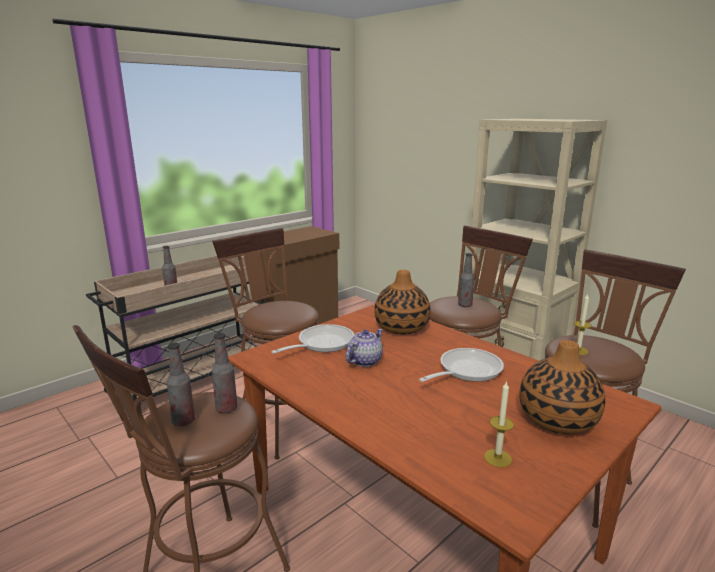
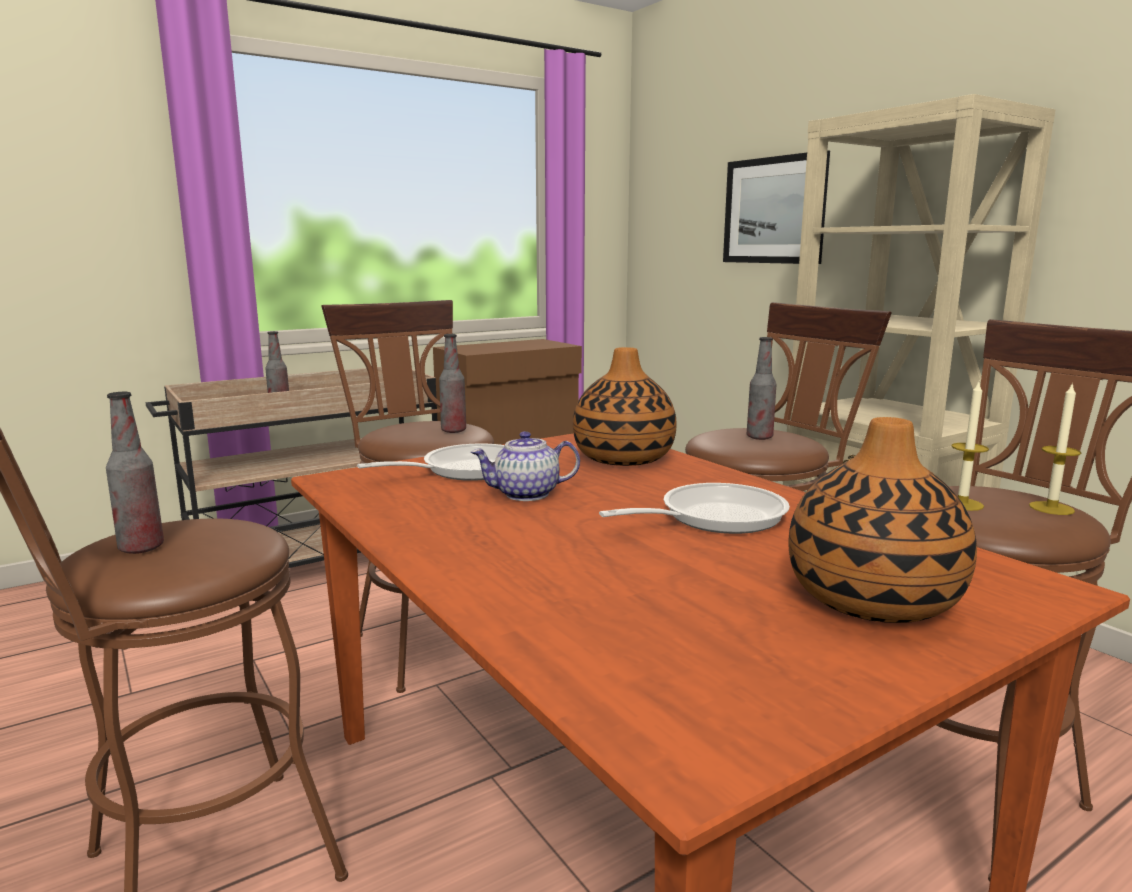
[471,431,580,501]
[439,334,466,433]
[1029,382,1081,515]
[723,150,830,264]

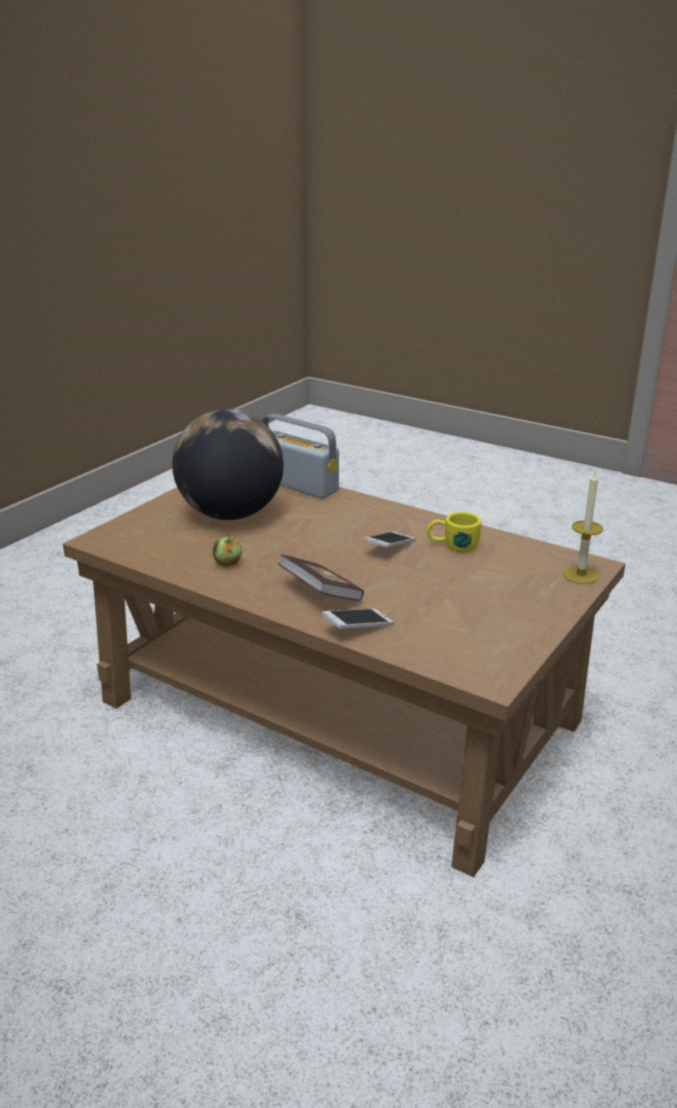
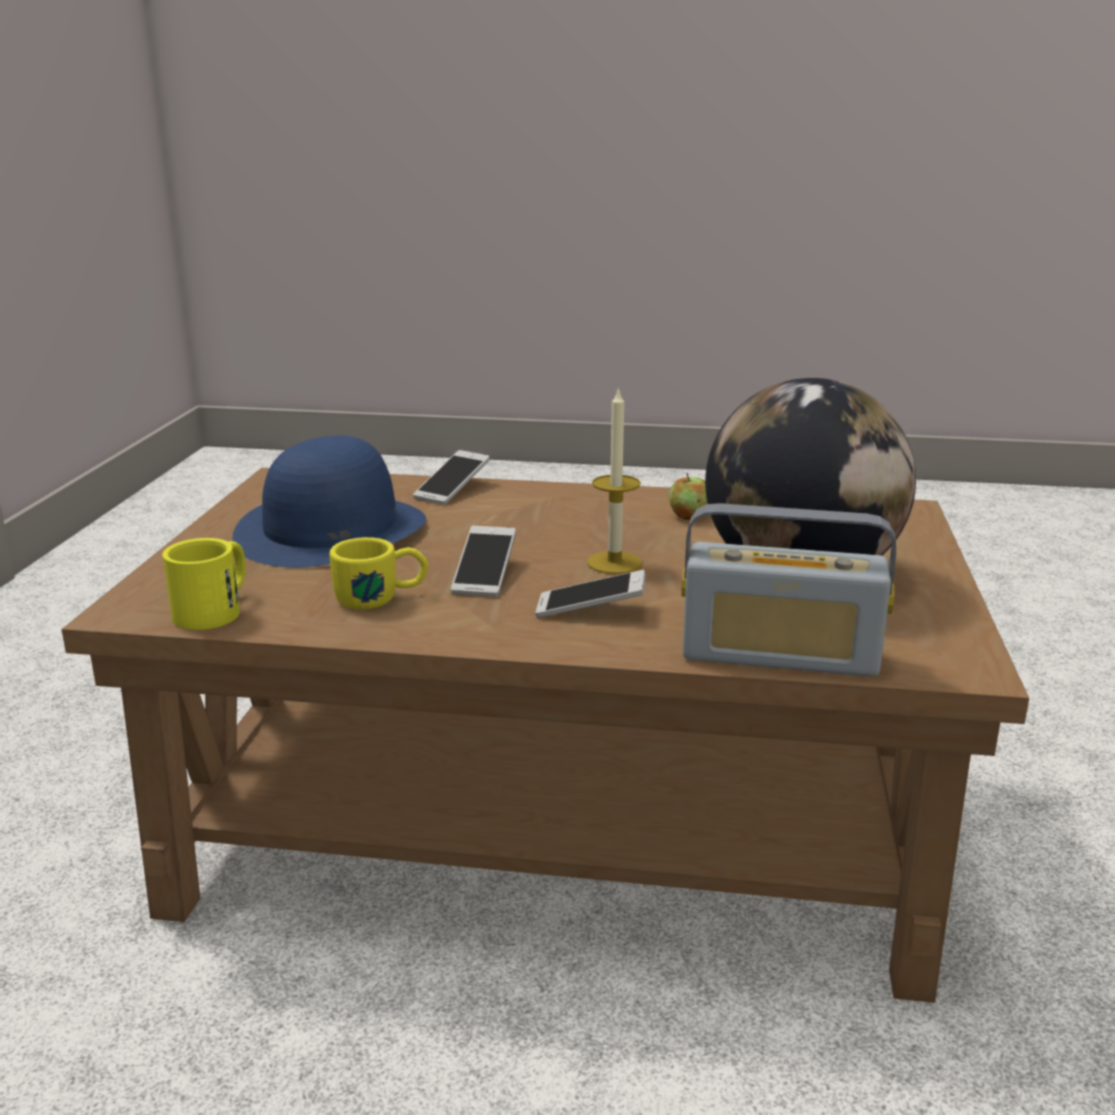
[587,386,642,574]
[278,554,364,601] (first image)
[232,436,426,568]
[162,538,246,630]
[535,570,646,618]

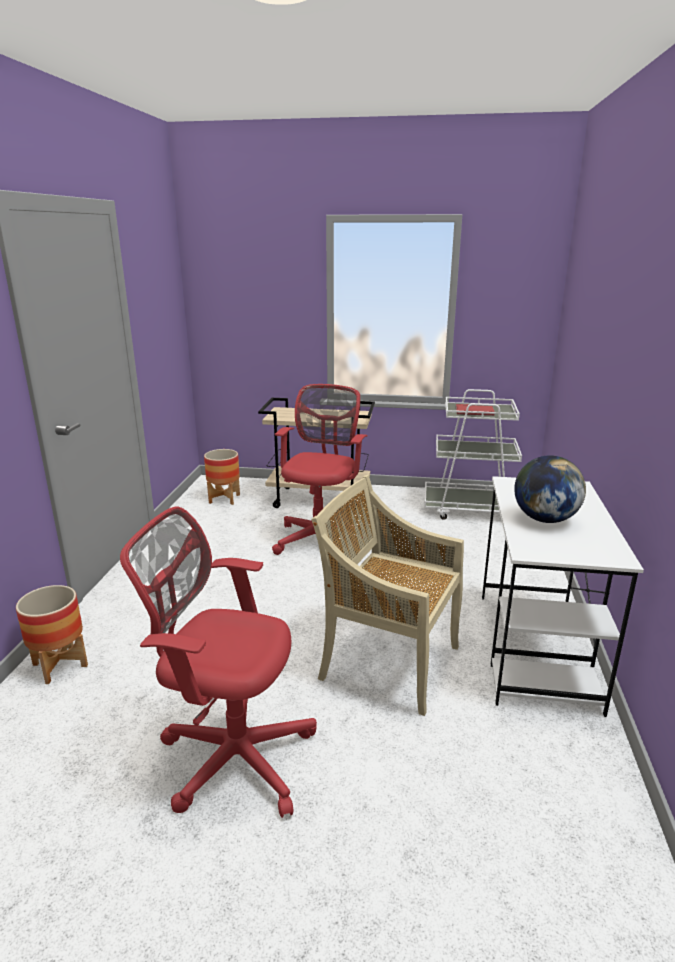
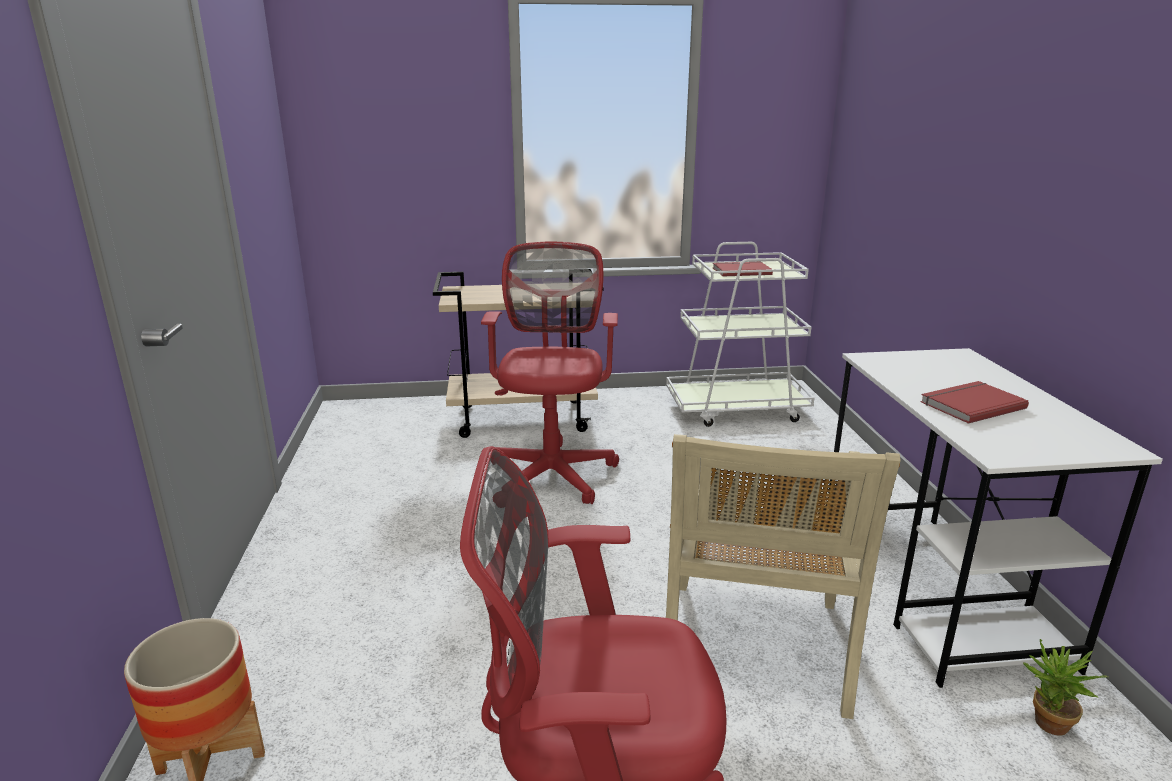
[204,449,240,505] (first image)
[920,381,1029,424]
[666,434,901,719]
[1023,639,1108,736]

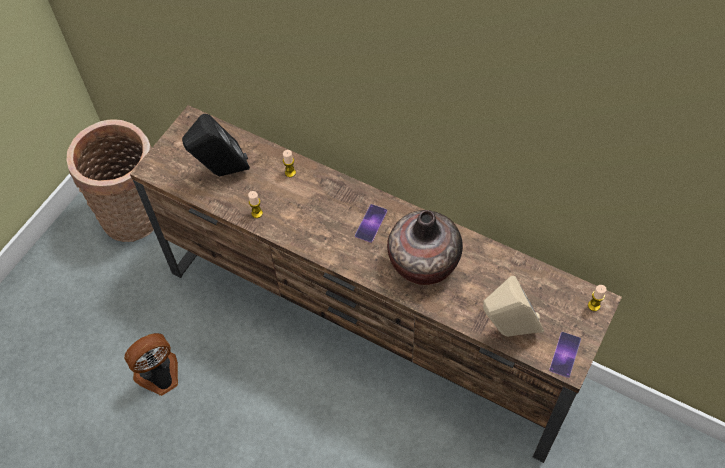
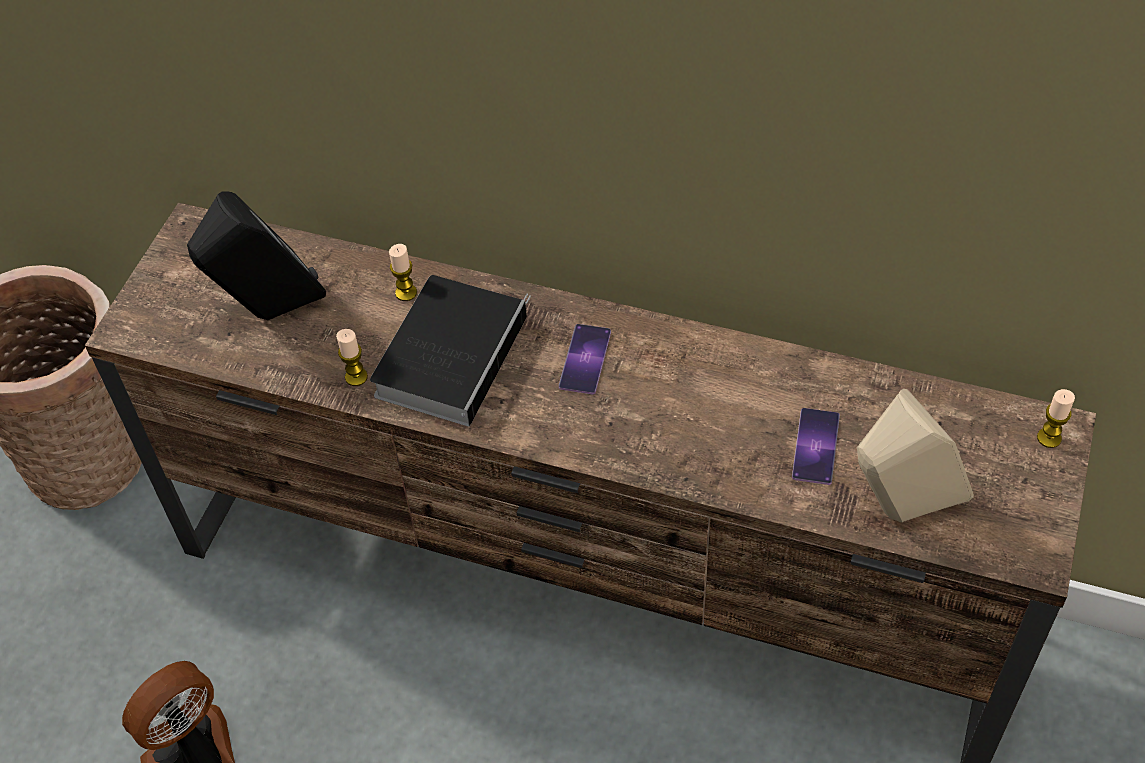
[387,210,463,285] (first image)
[792,408,840,485]
[370,275,531,427]

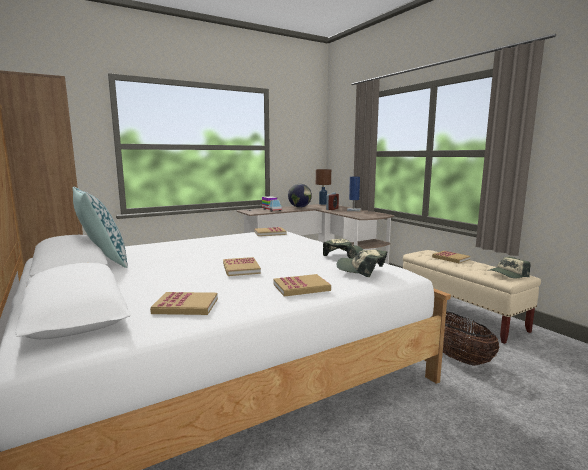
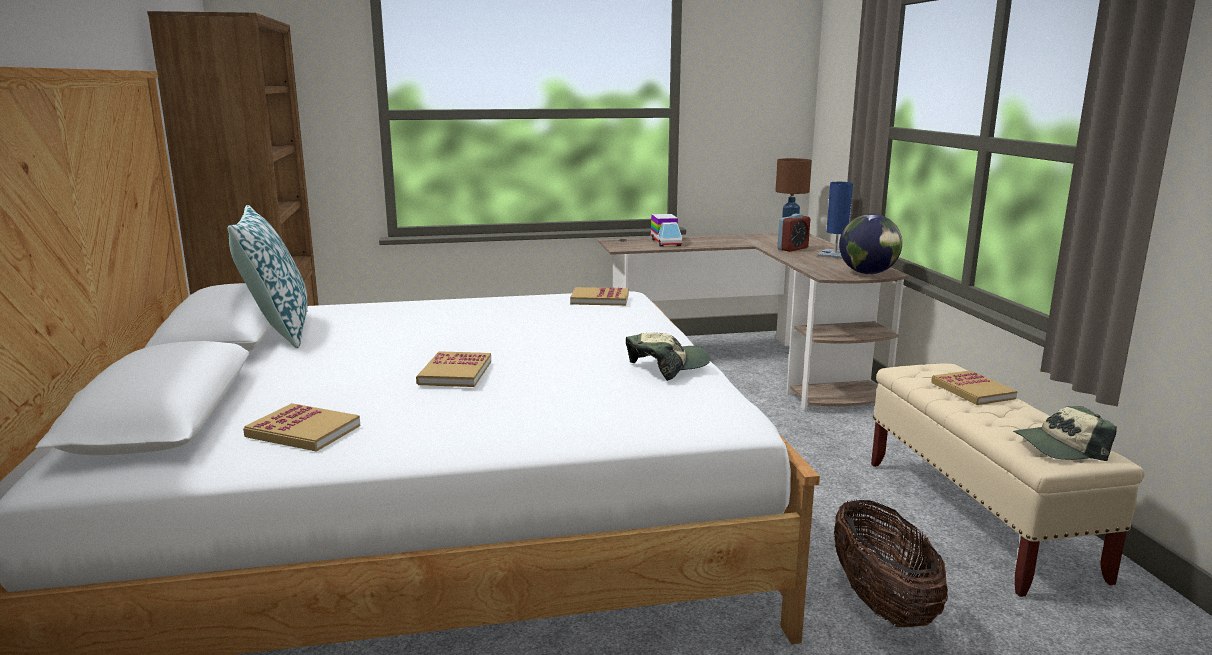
[839,214,902,274]
[337,249,387,277] (first image)
[273,274,331,297] (first image)

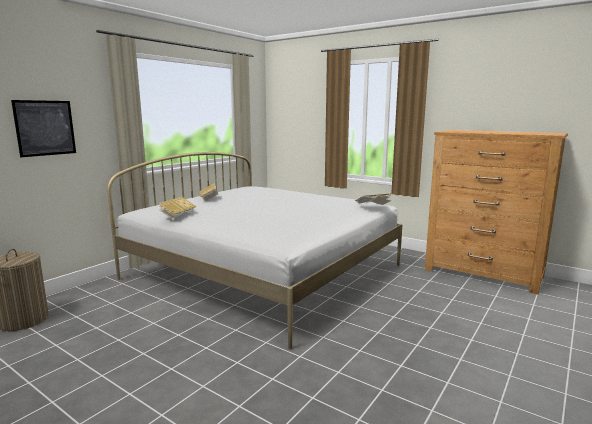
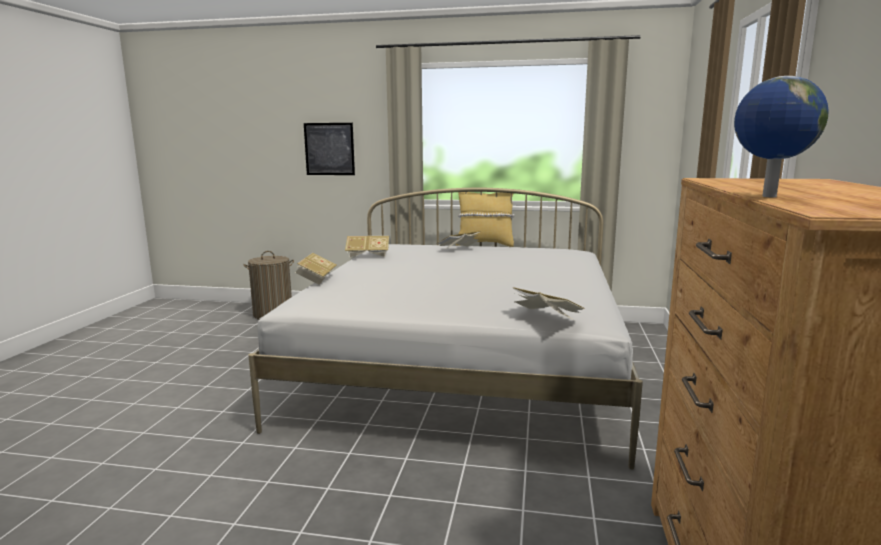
[734,76,829,197]
[456,192,514,247]
[295,253,337,285]

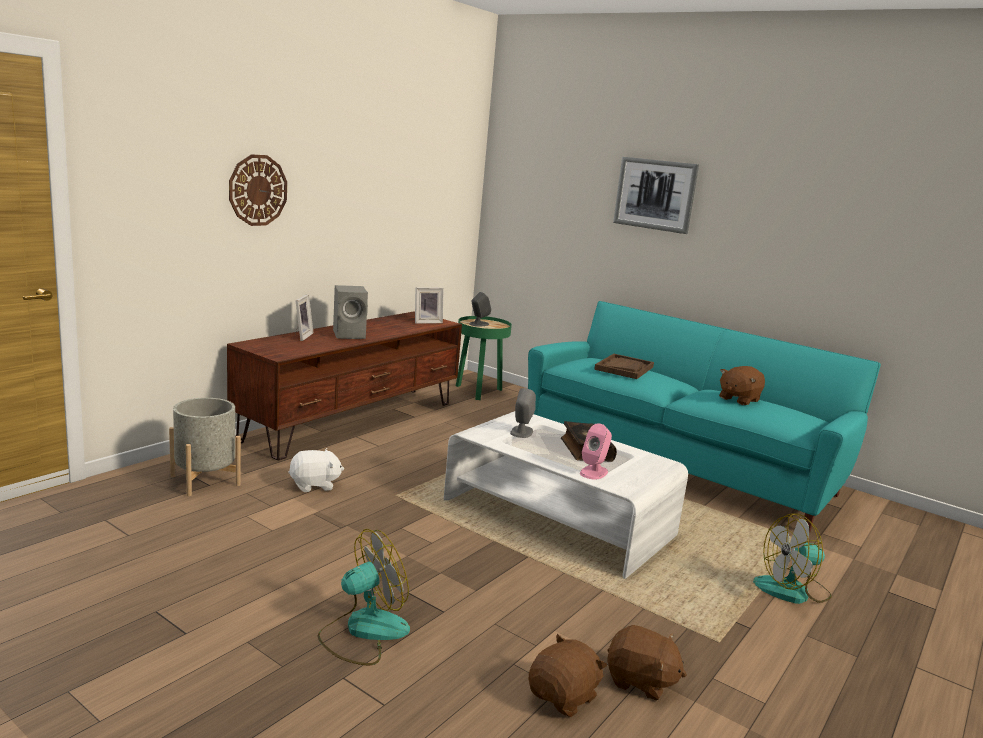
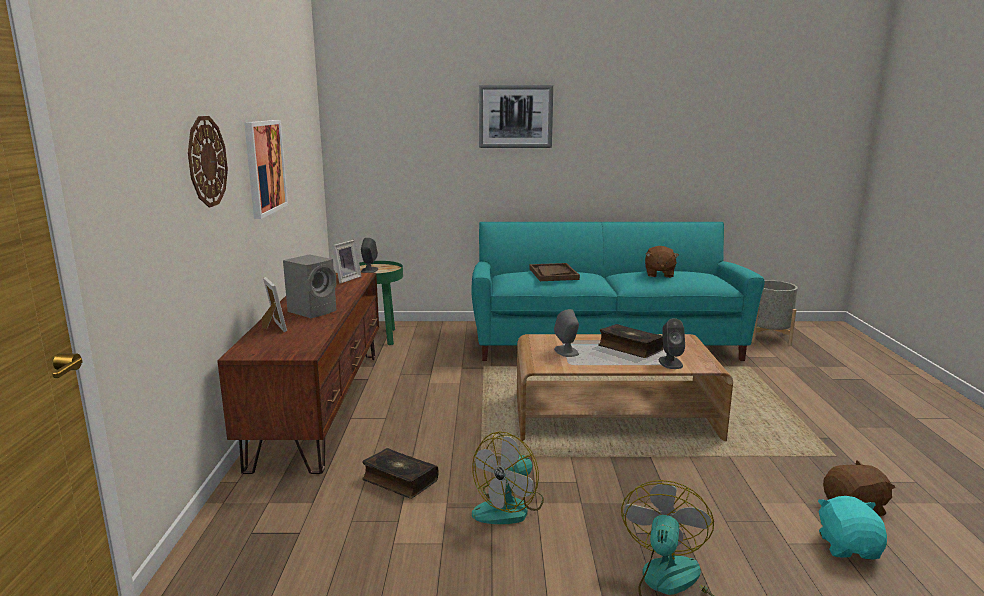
[752,280,798,346]
[517,334,733,441]
[659,318,685,369]
[362,448,439,499]
[472,432,544,524]
[818,496,887,559]
[244,120,288,219]

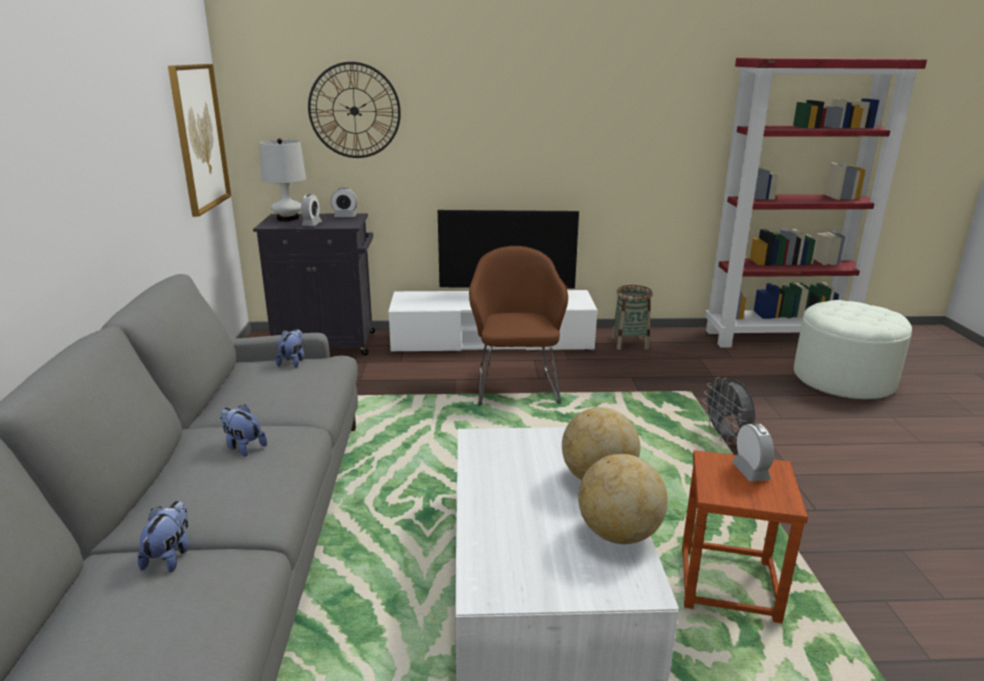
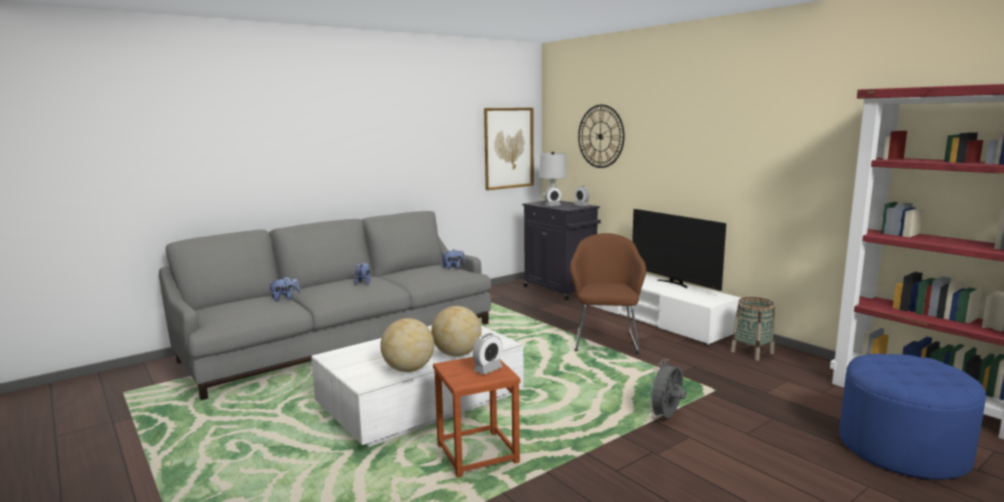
[570,233,646,354]
[839,354,986,480]

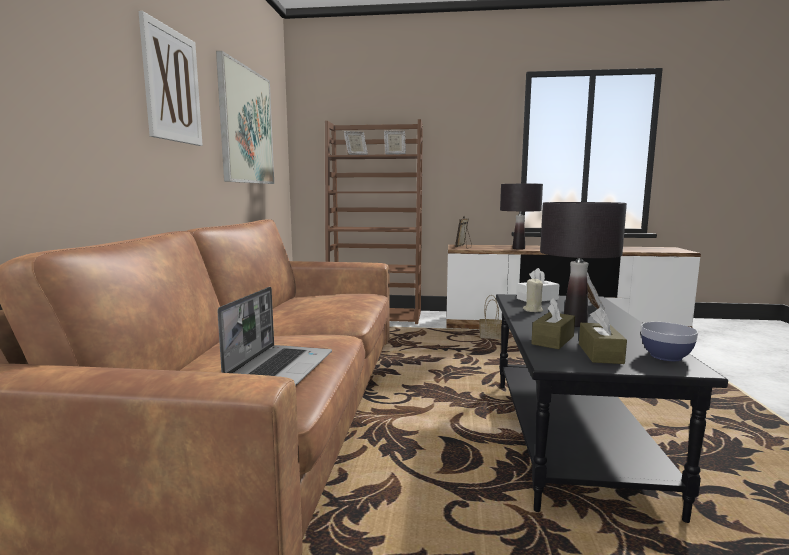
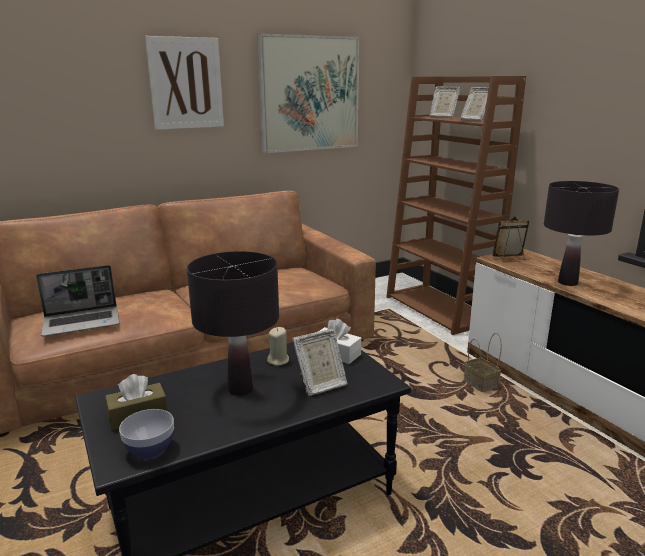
[531,298,575,349] (first image)

